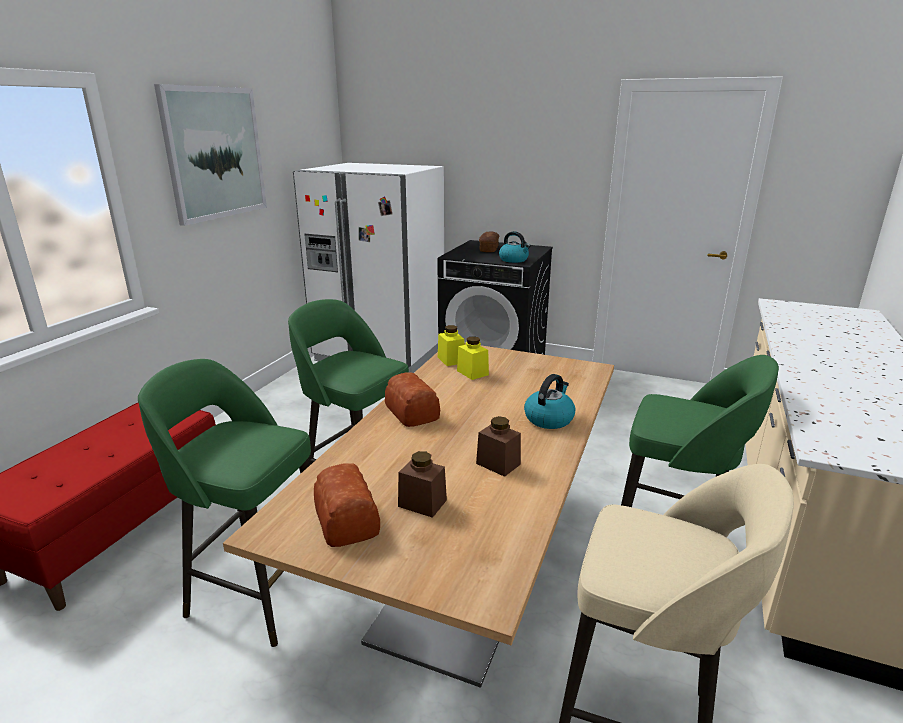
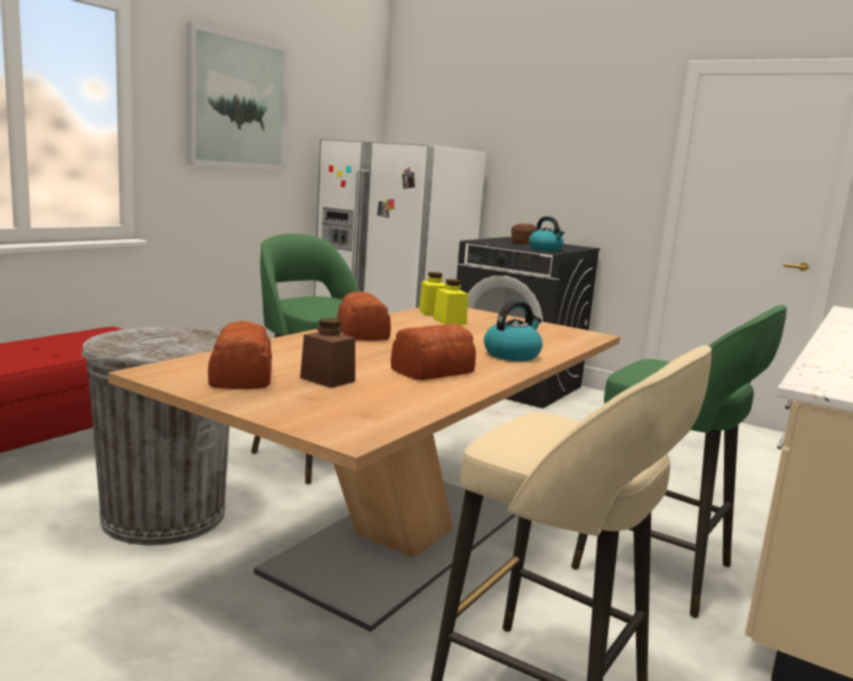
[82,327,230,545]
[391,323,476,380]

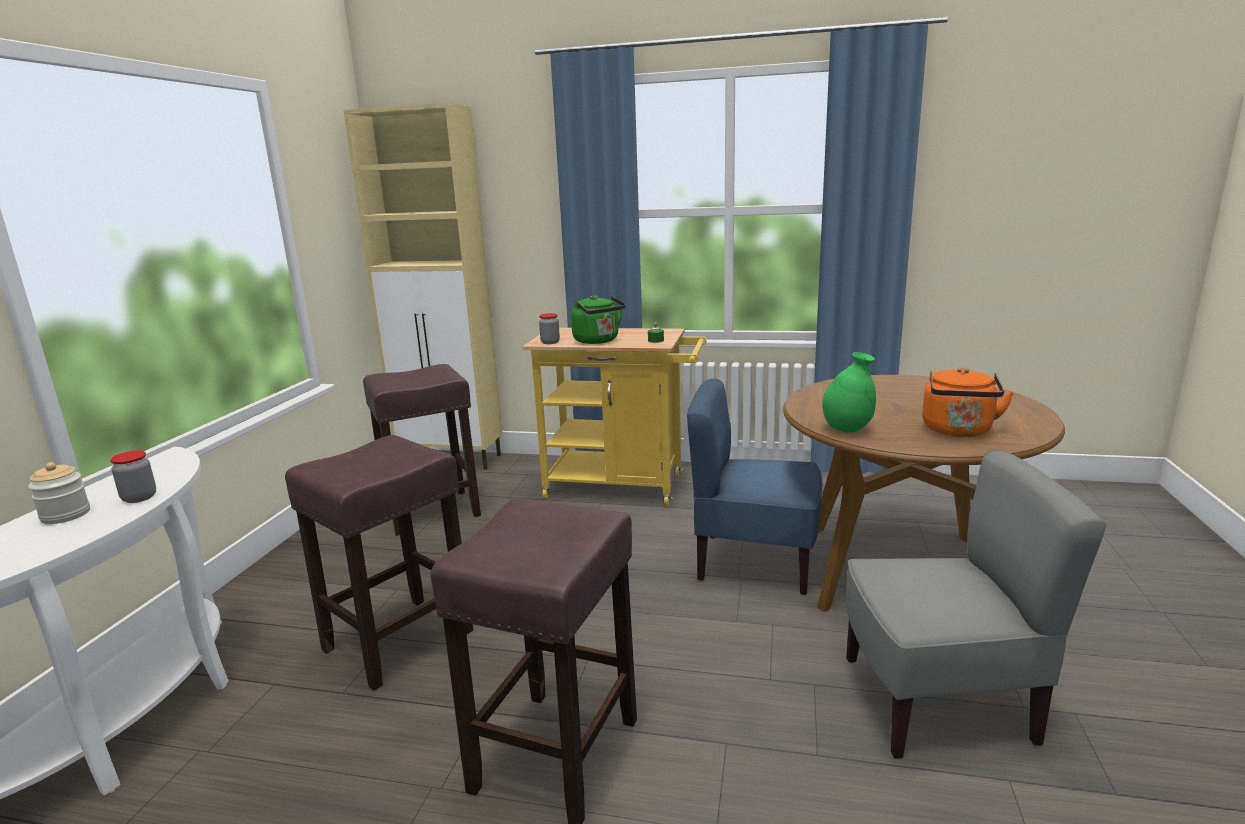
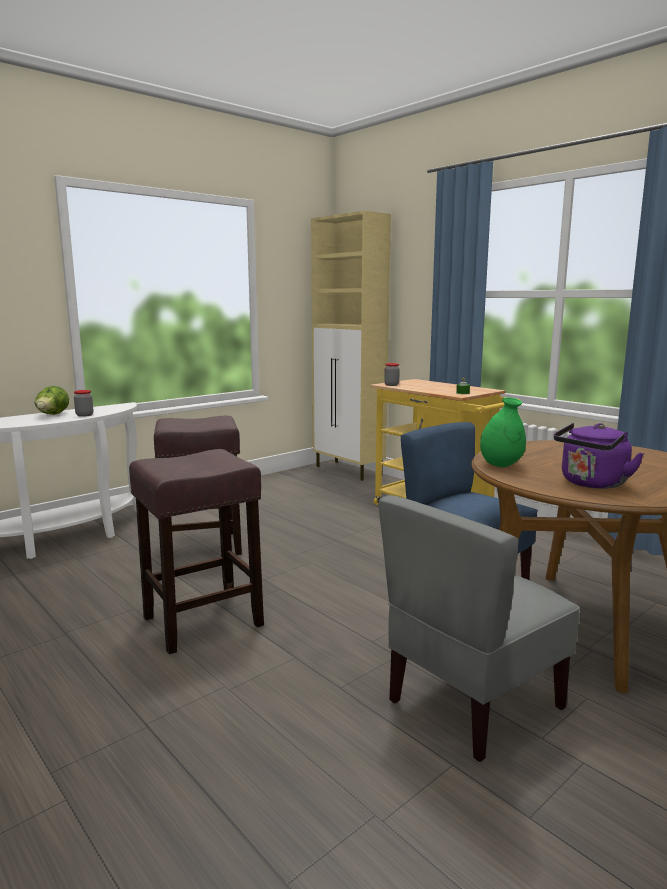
[571,295,626,344] (first image)
[363,364,481,536] (first image)
[554,423,644,489]
[379,495,580,762]
[35,386,69,415]

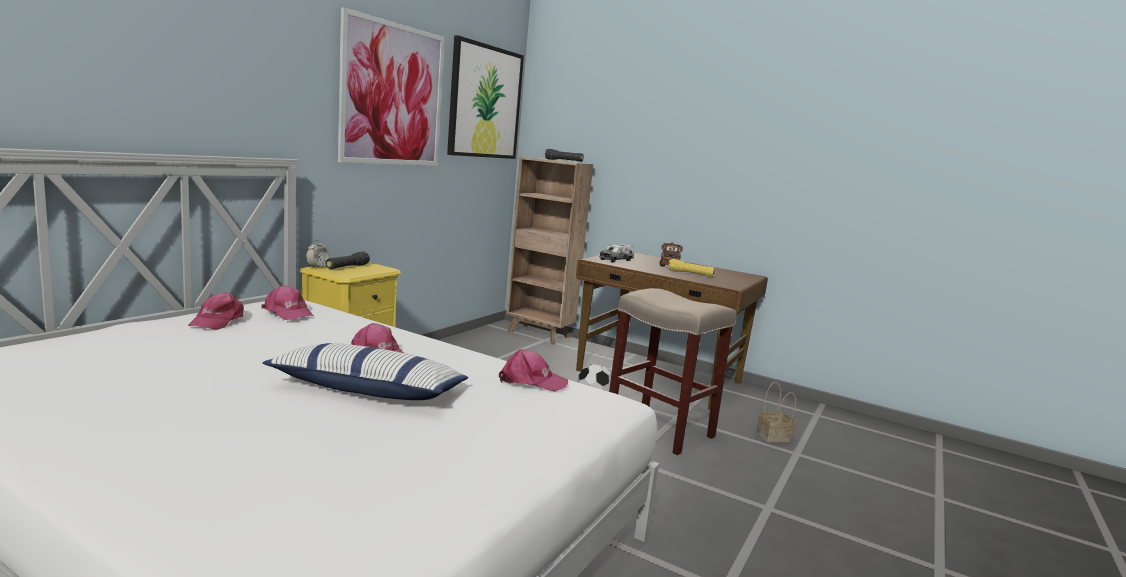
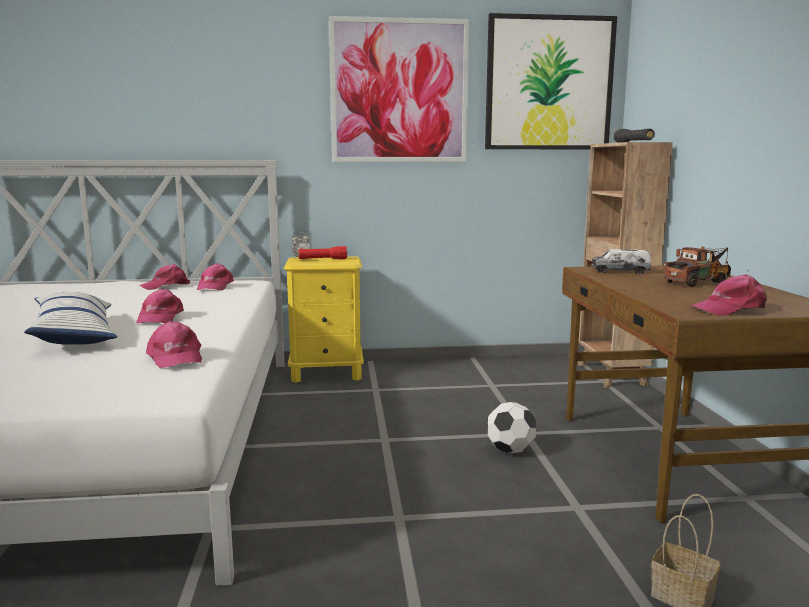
[298,246,347,259]
[669,259,715,277] (first image)
[609,288,736,455] (first image)
[690,274,767,316]

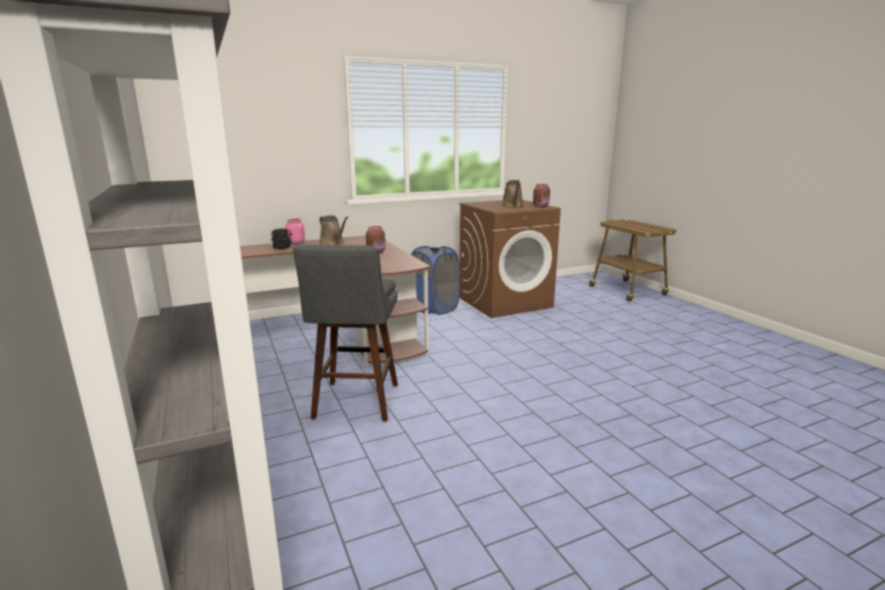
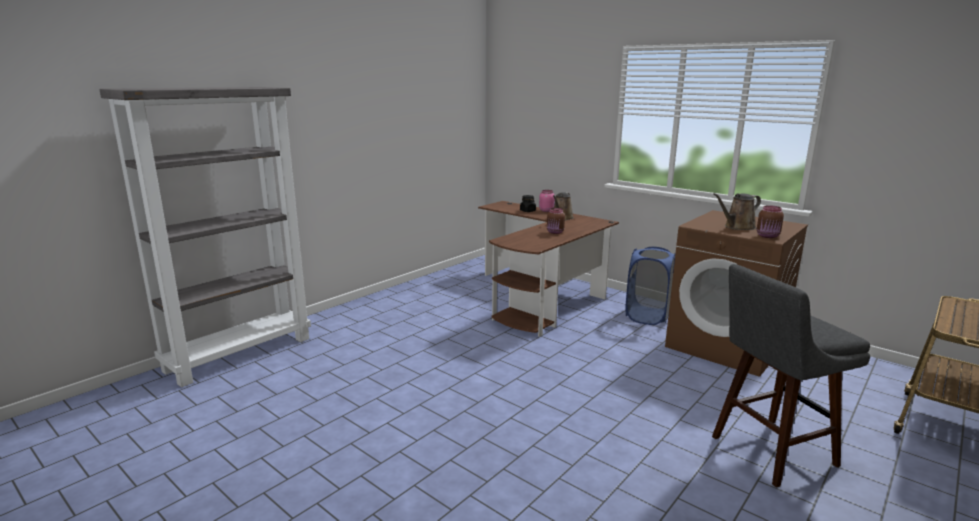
[712,264,870,488]

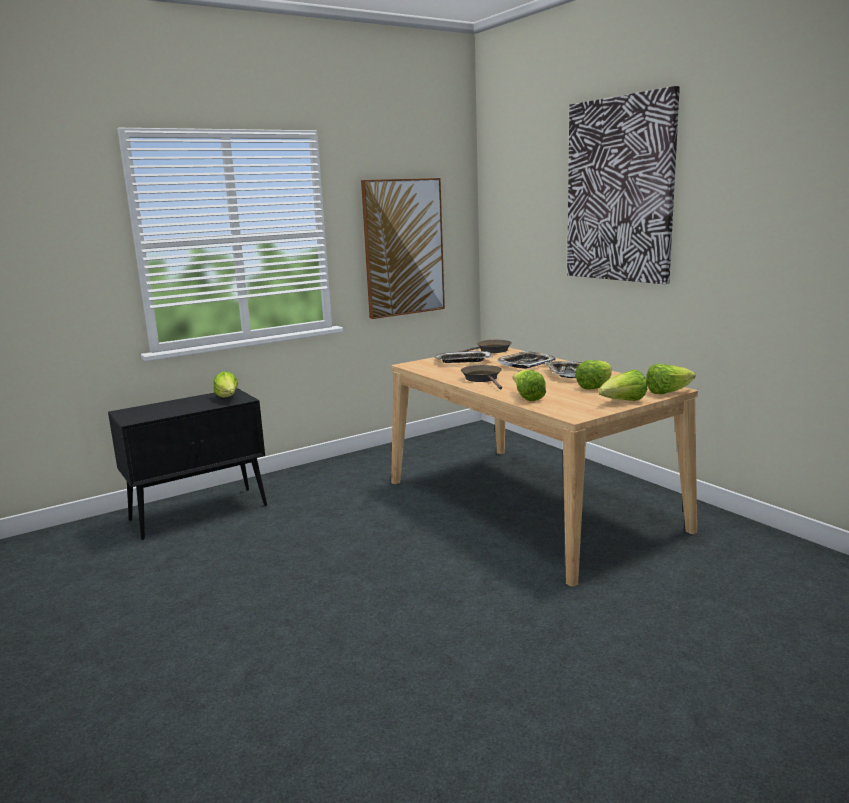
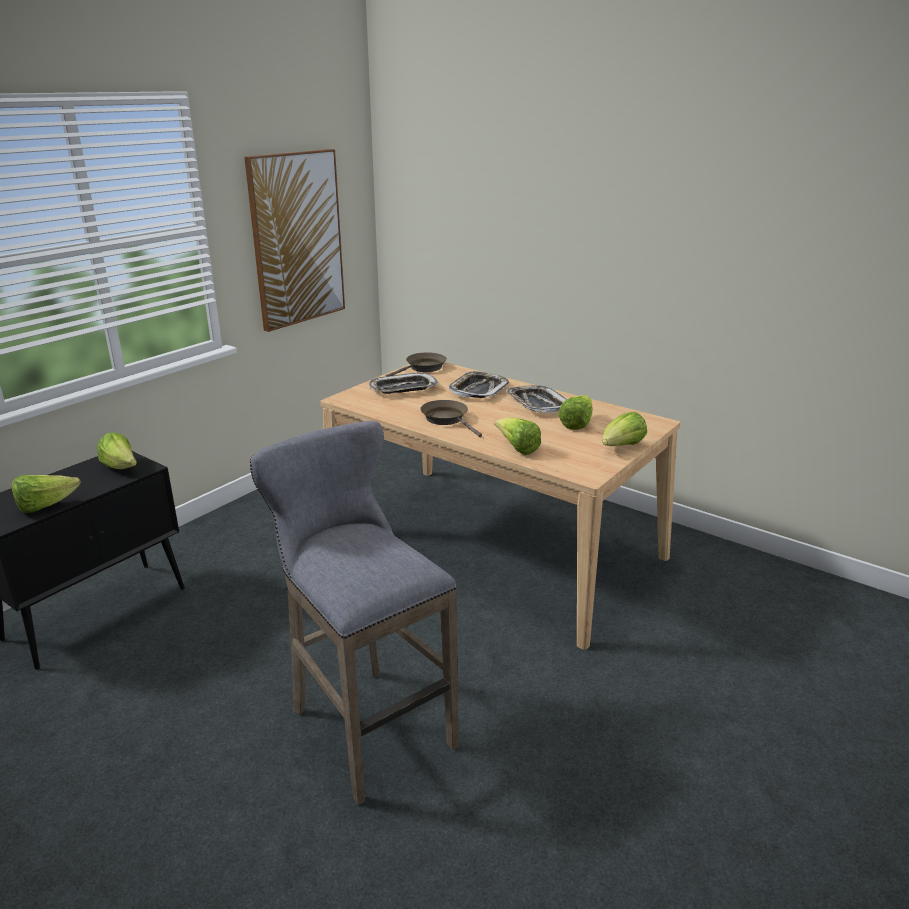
[567,86,680,284] (first image)
[12,475,81,513]
[250,421,459,805]

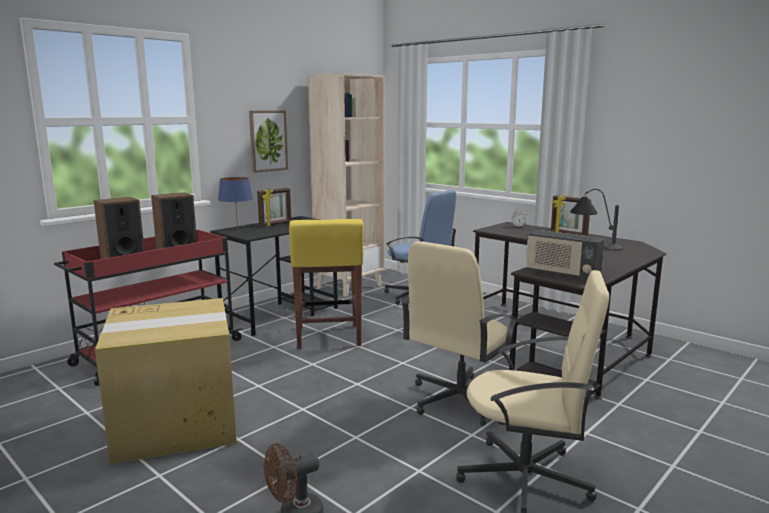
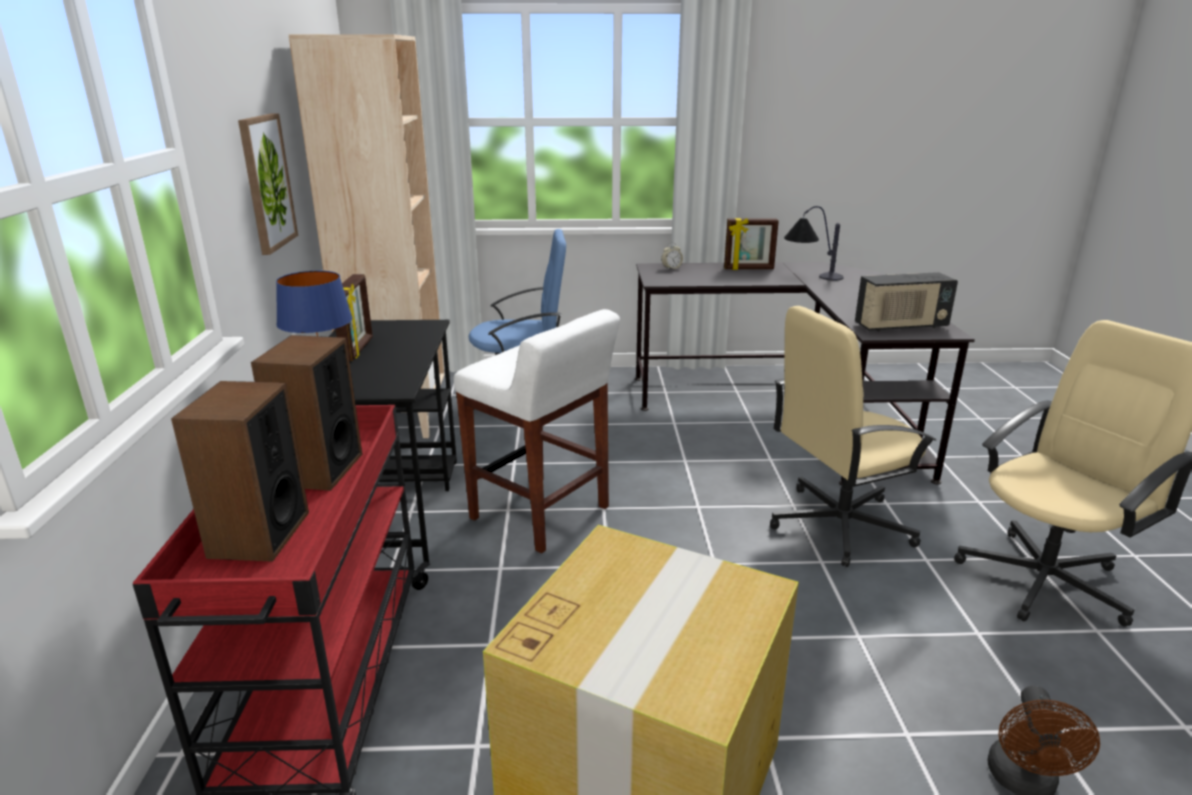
[454,309,620,553]
[770,306,937,567]

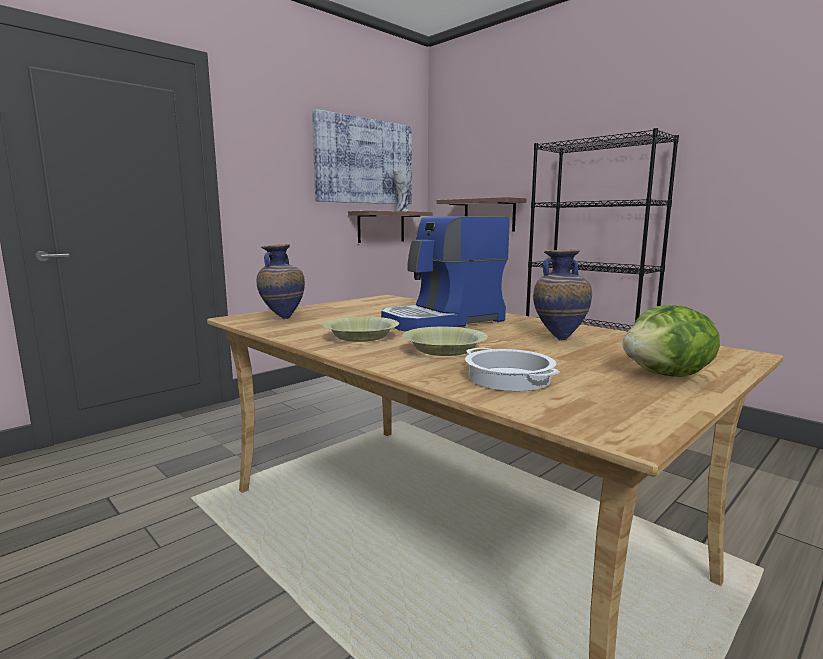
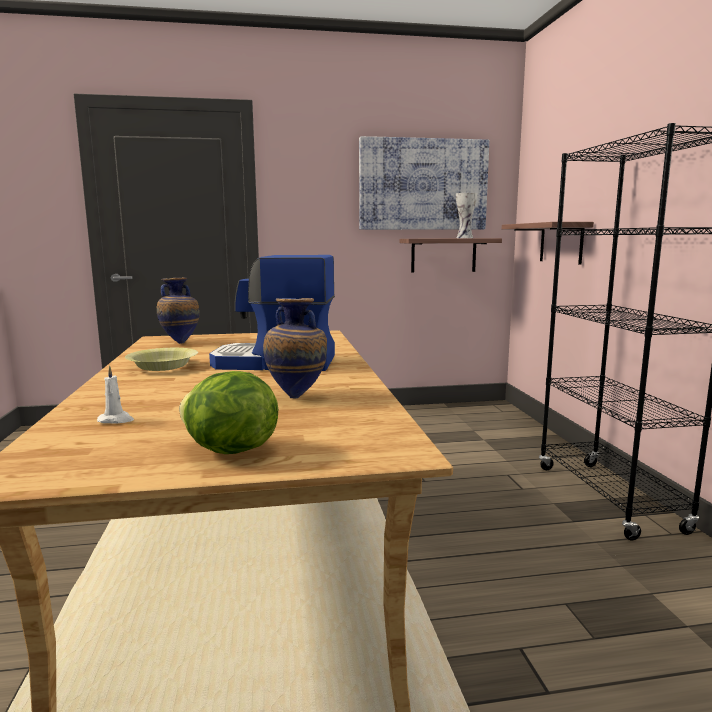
[402,327,488,356] (first image)
[97,365,134,424]

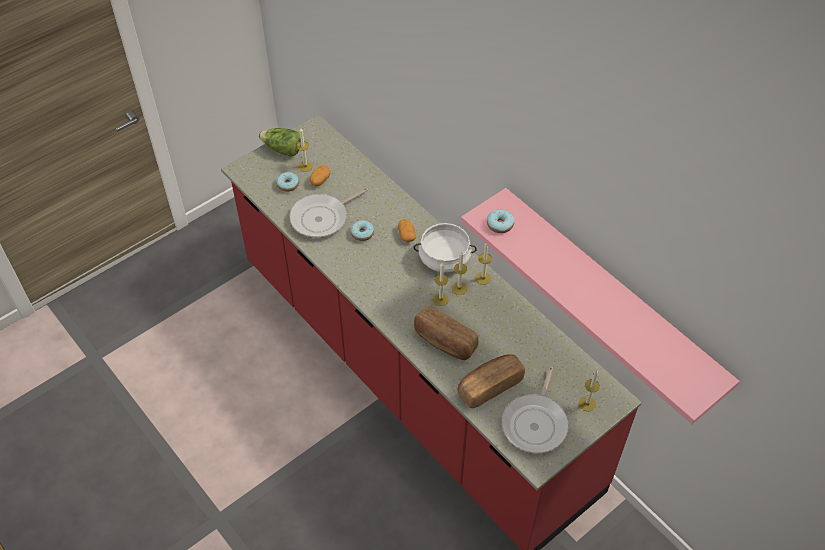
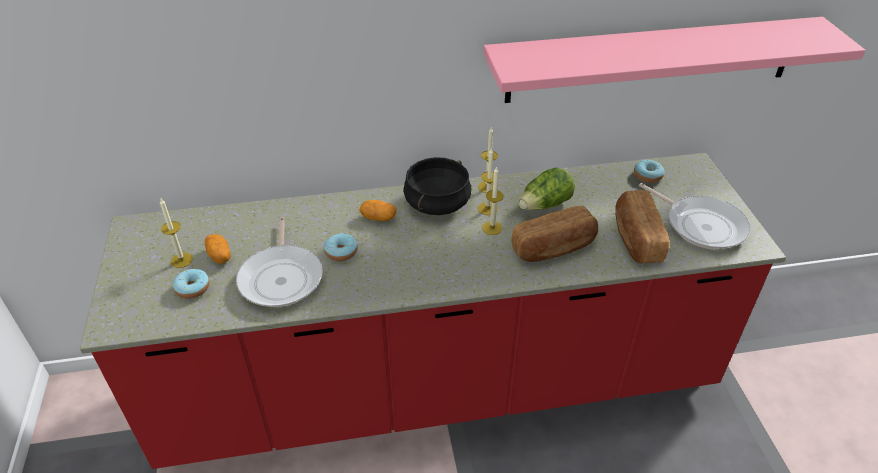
[519,167,575,210]
[634,159,665,183]
[403,157,471,215]
[579,369,600,412] (first image)

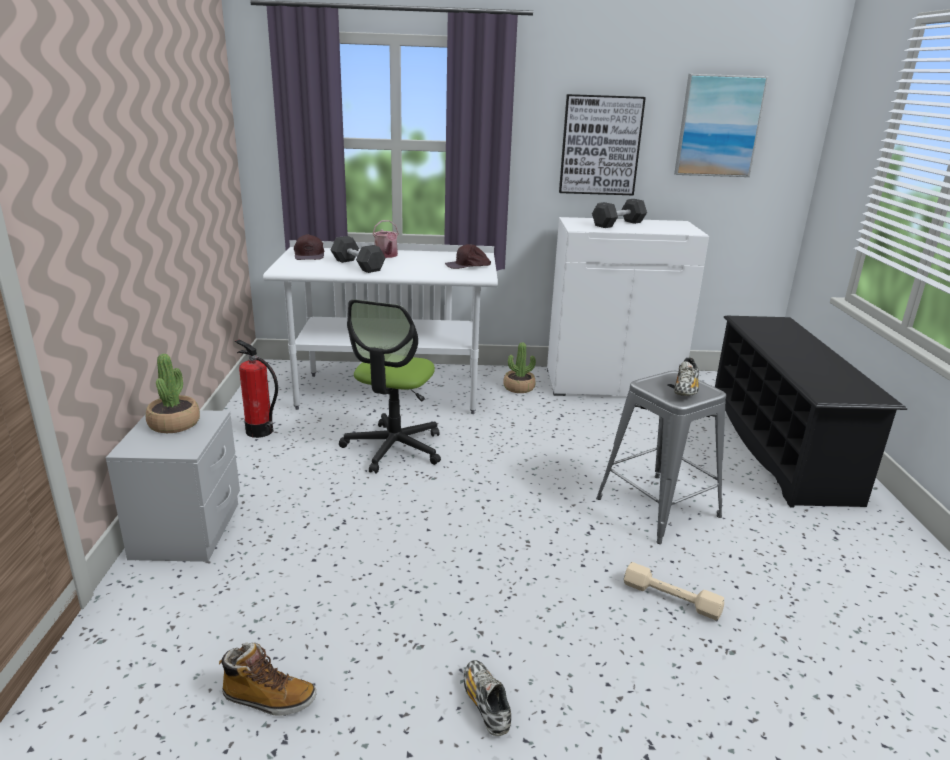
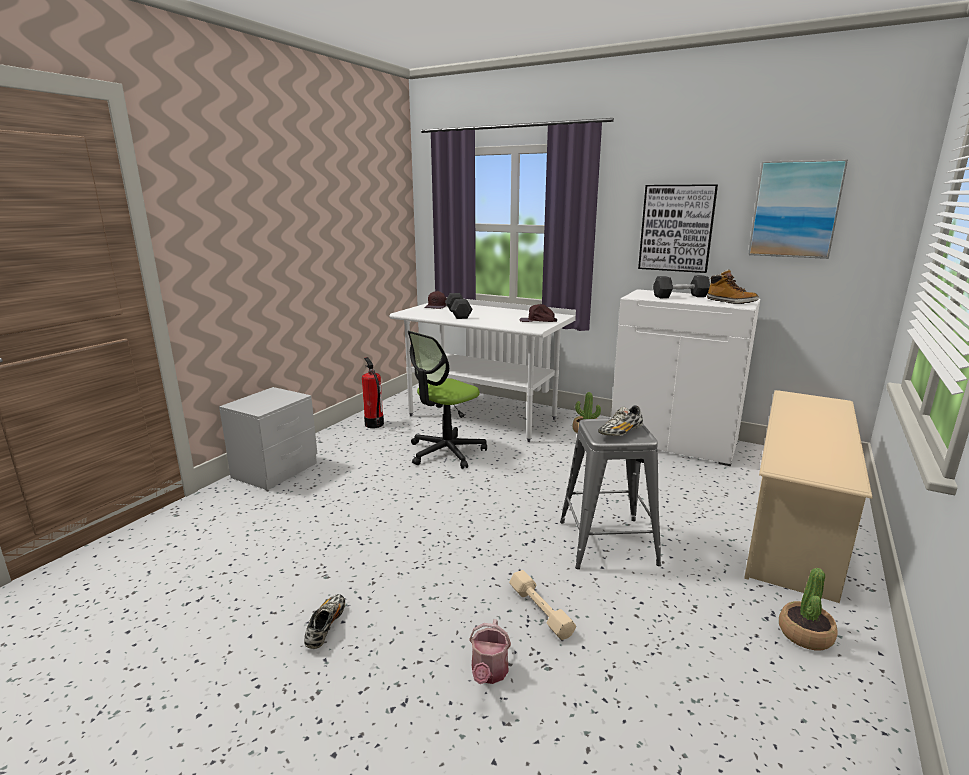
[469,619,511,684]
[744,390,873,603]
[779,568,838,650]
[707,269,759,304]

